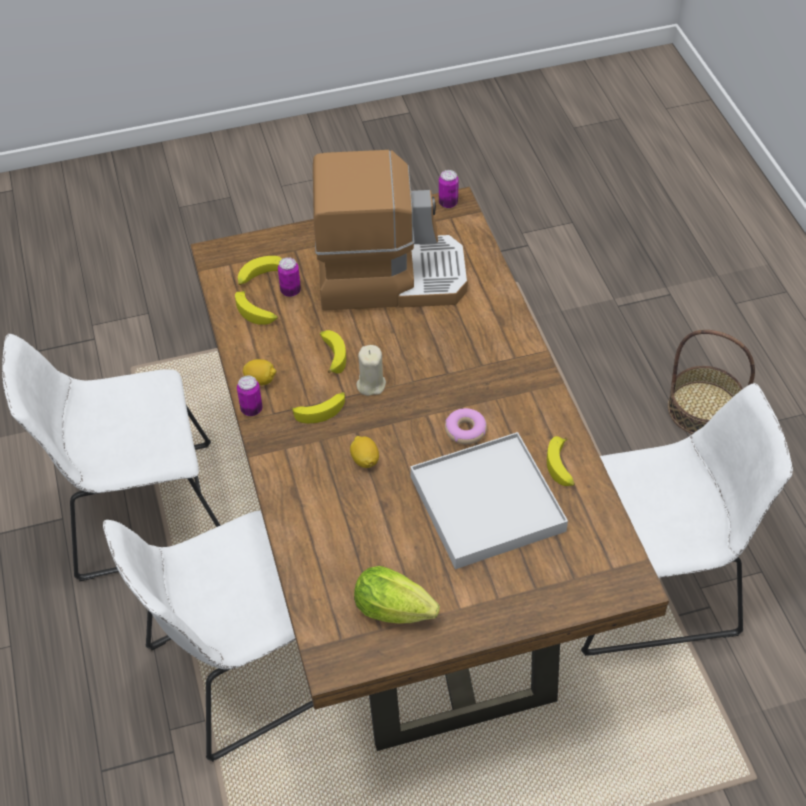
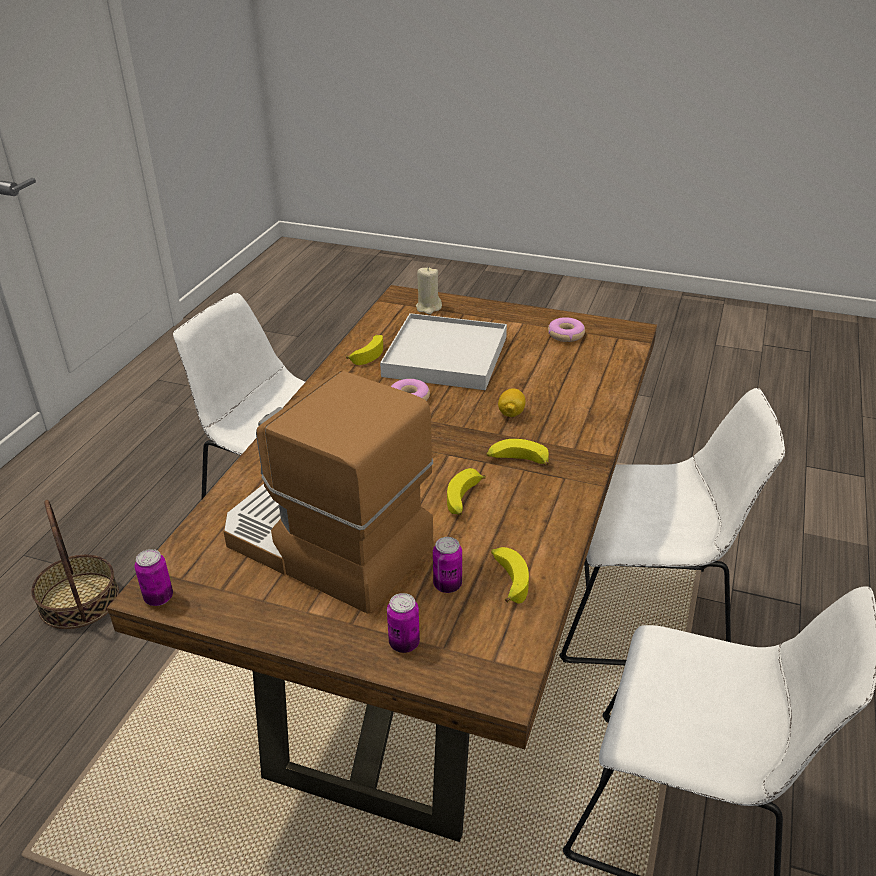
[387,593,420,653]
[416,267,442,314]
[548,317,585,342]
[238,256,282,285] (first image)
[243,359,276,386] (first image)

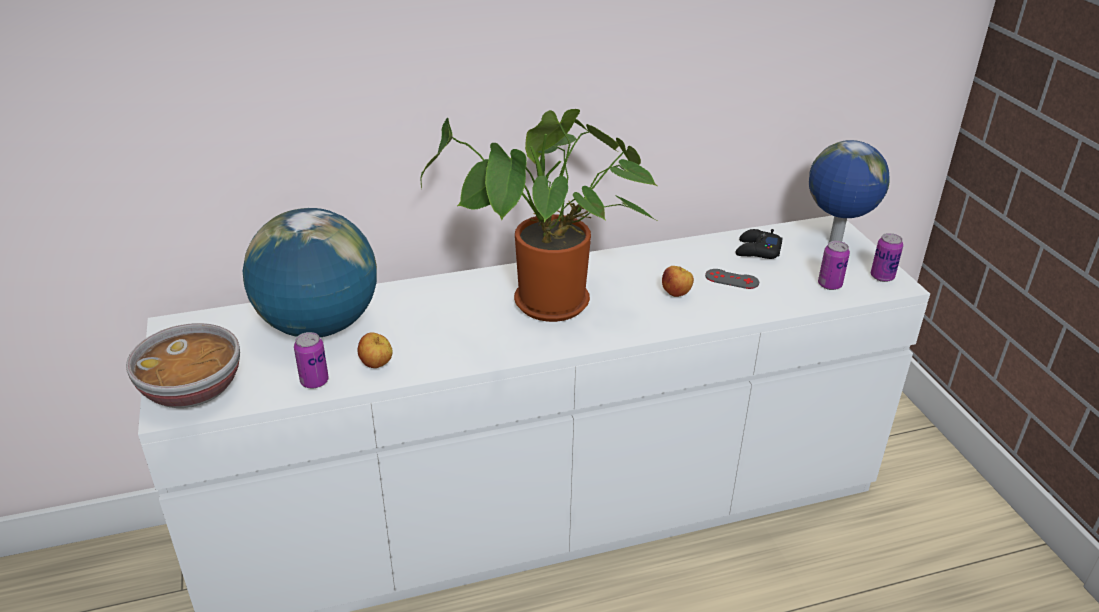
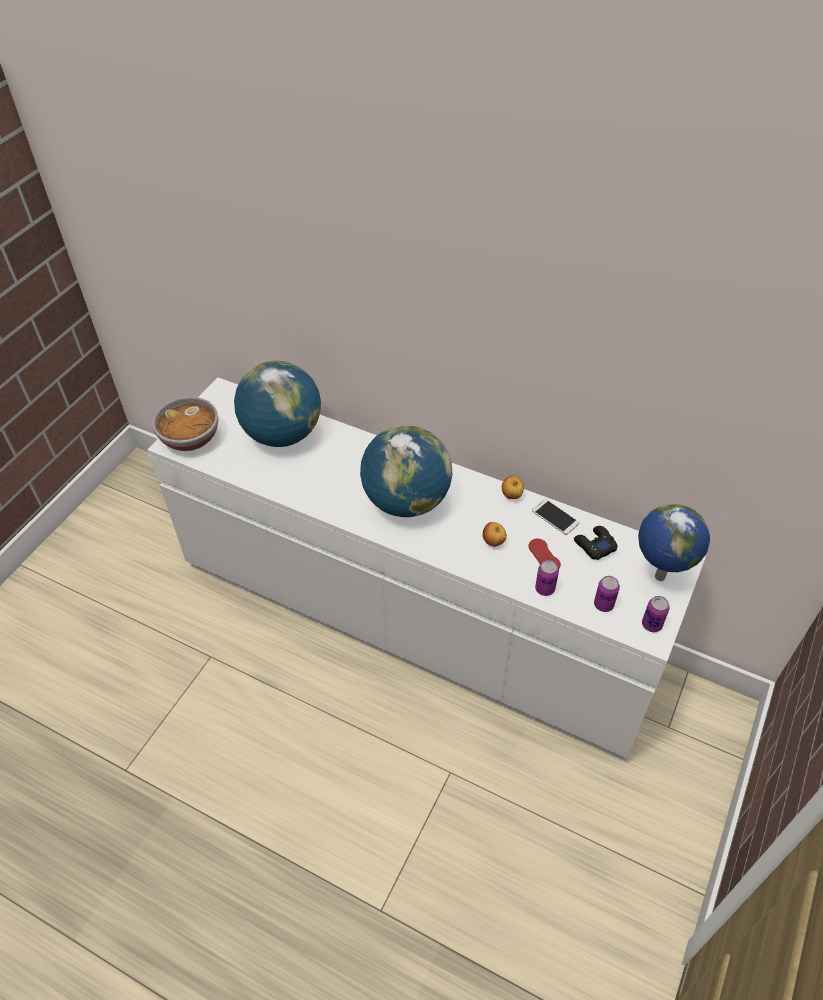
[360,425,452,517]
[502,475,524,499]
[528,538,561,569]
[532,499,579,535]
[535,560,559,596]

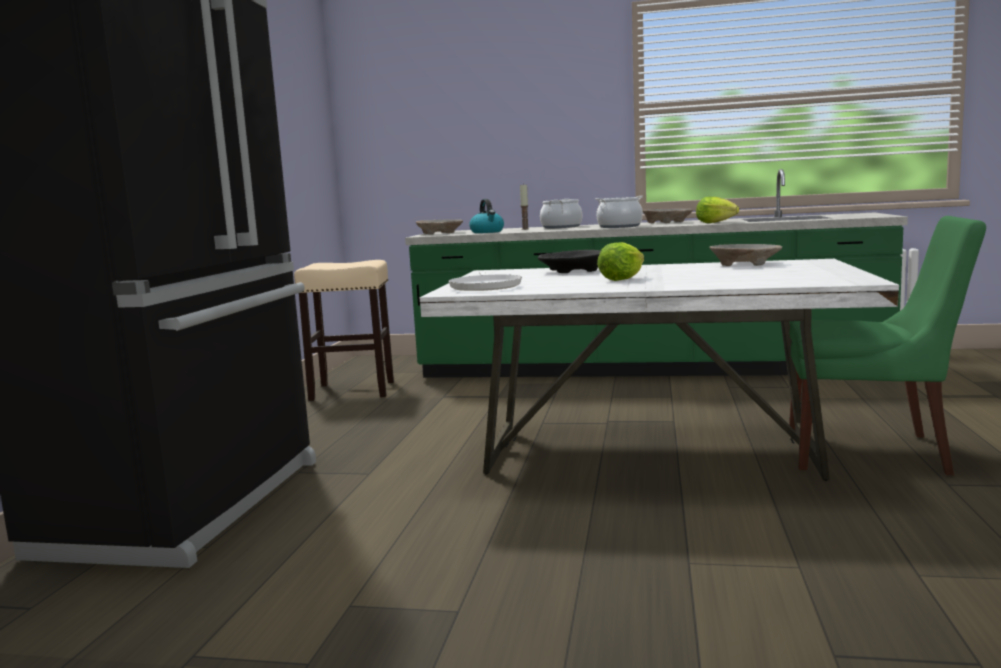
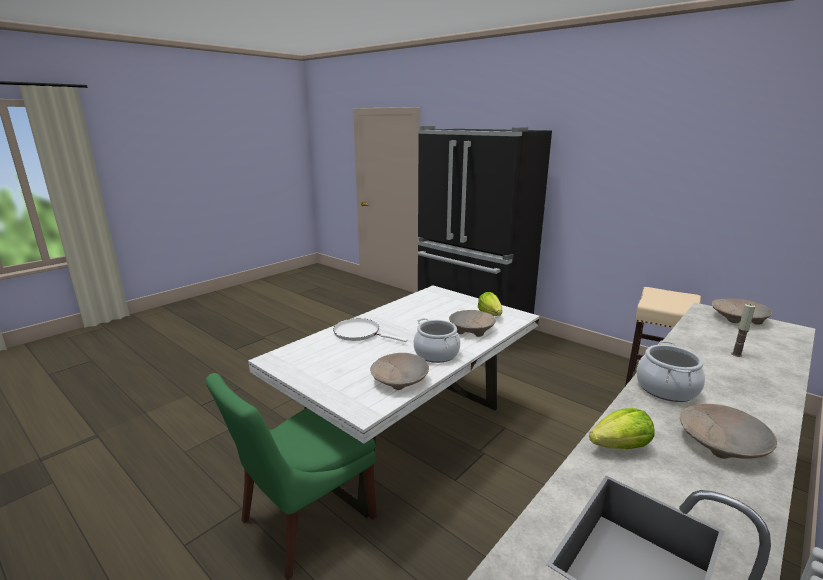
[333,318,408,342]
[414,318,460,363]
[449,310,496,337]
[478,292,502,316]
[469,199,504,233] (first image)

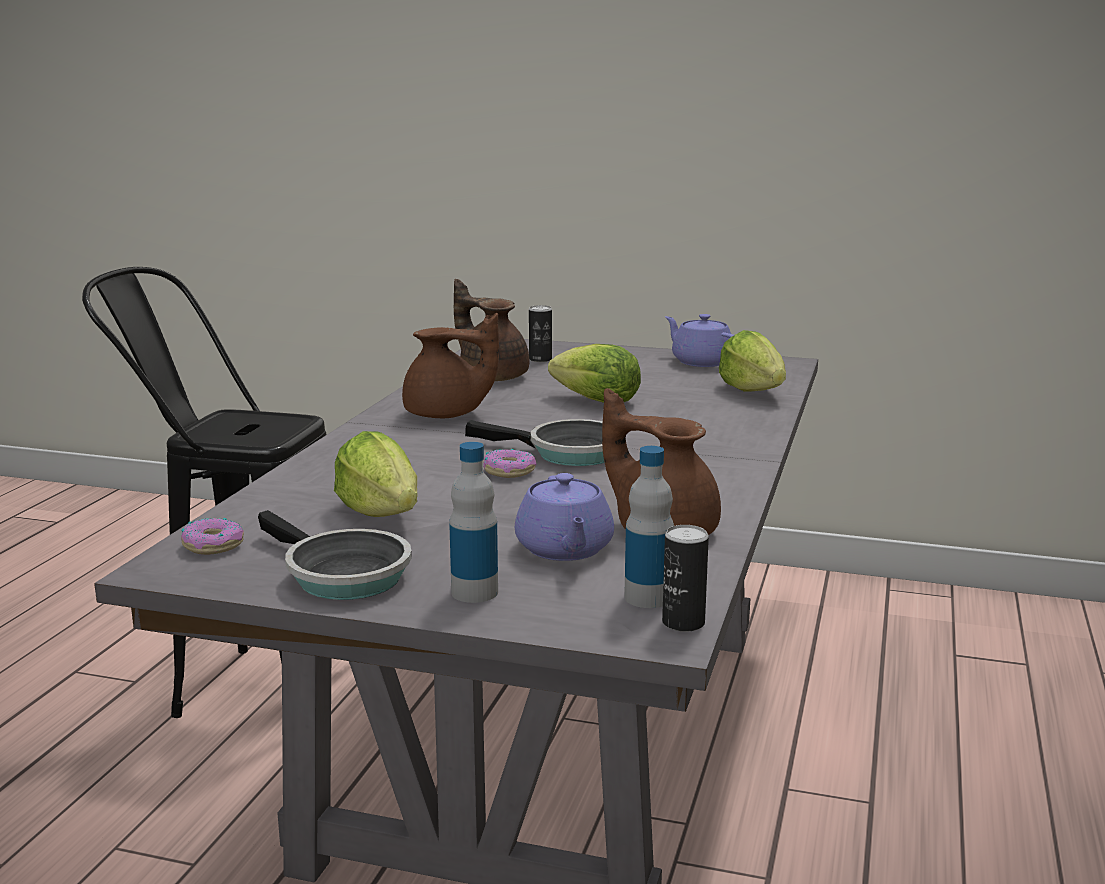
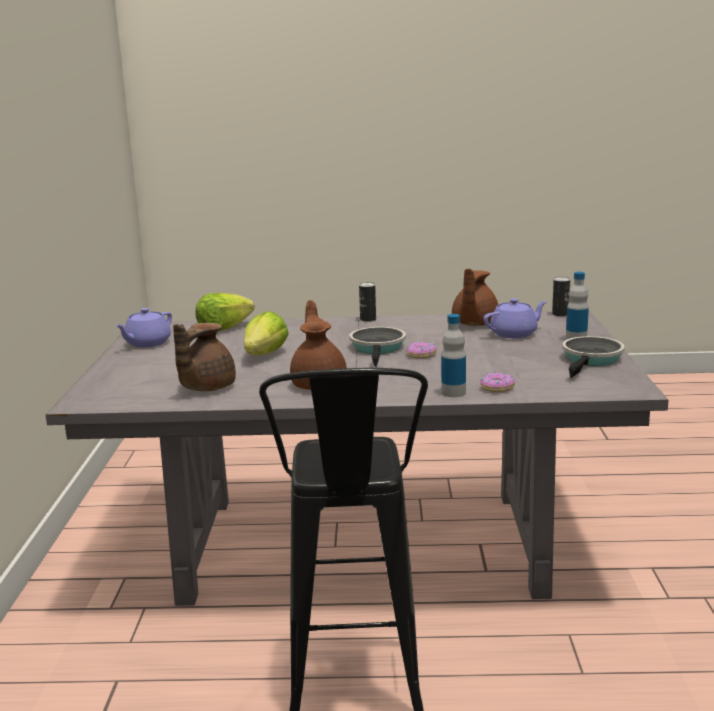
[359,282,376,322]
[441,314,466,397]
[480,373,515,393]
[334,431,418,517] (first image)

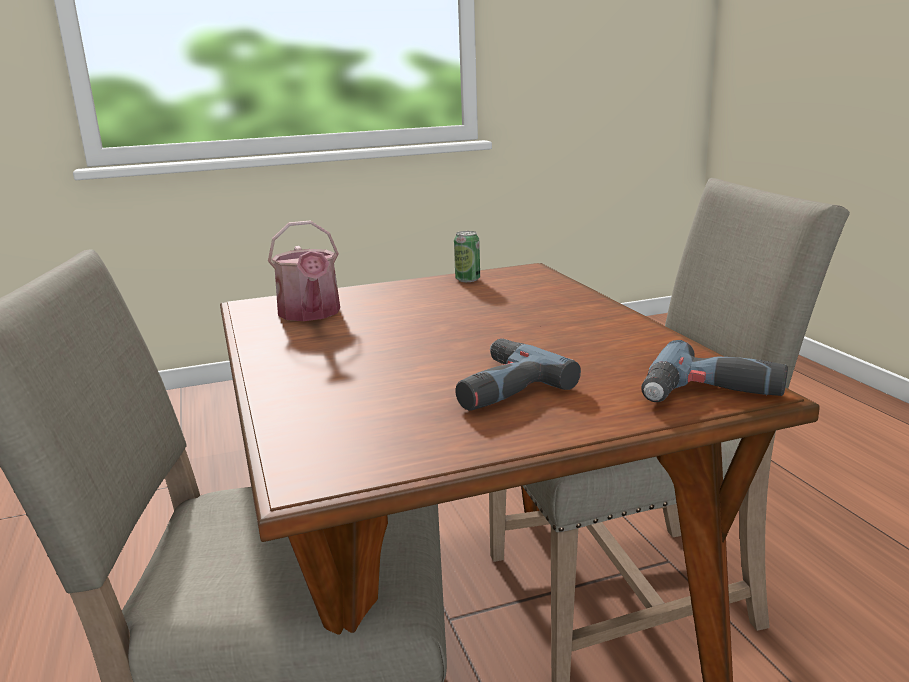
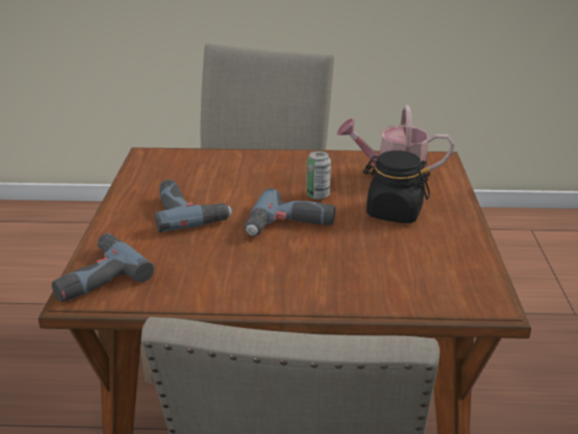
[245,188,335,236]
[306,151,331,200]
[363,150,430,223]

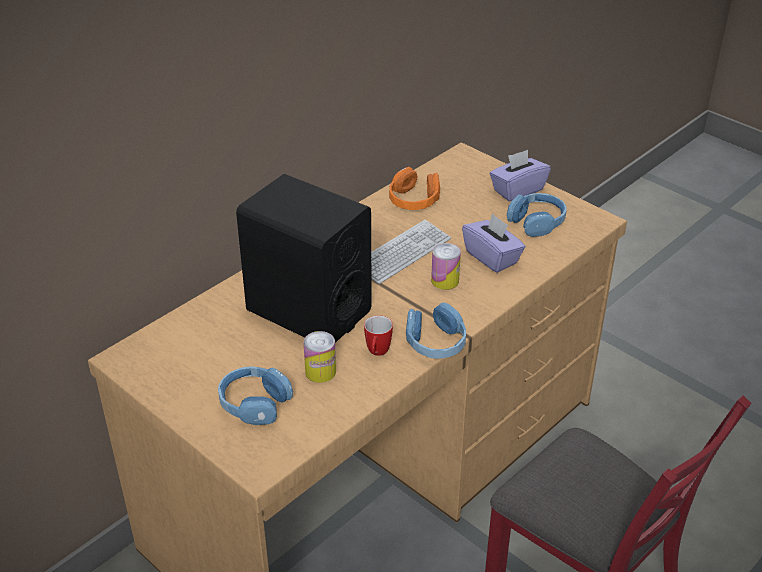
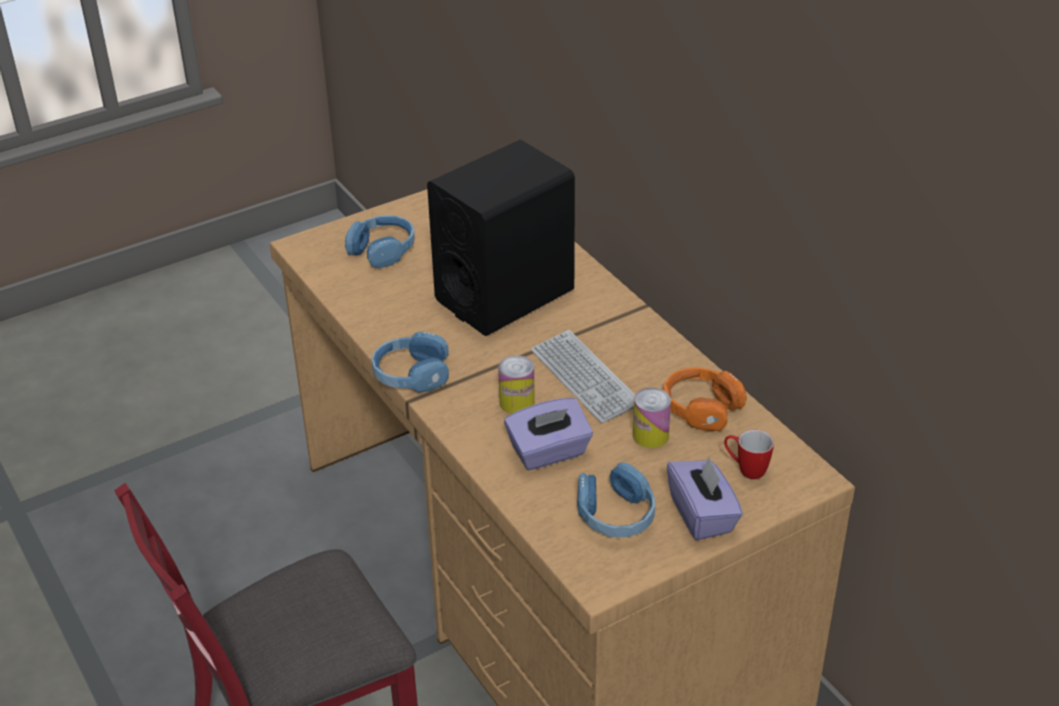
[633,388,671,448]
[724,430,774,479]

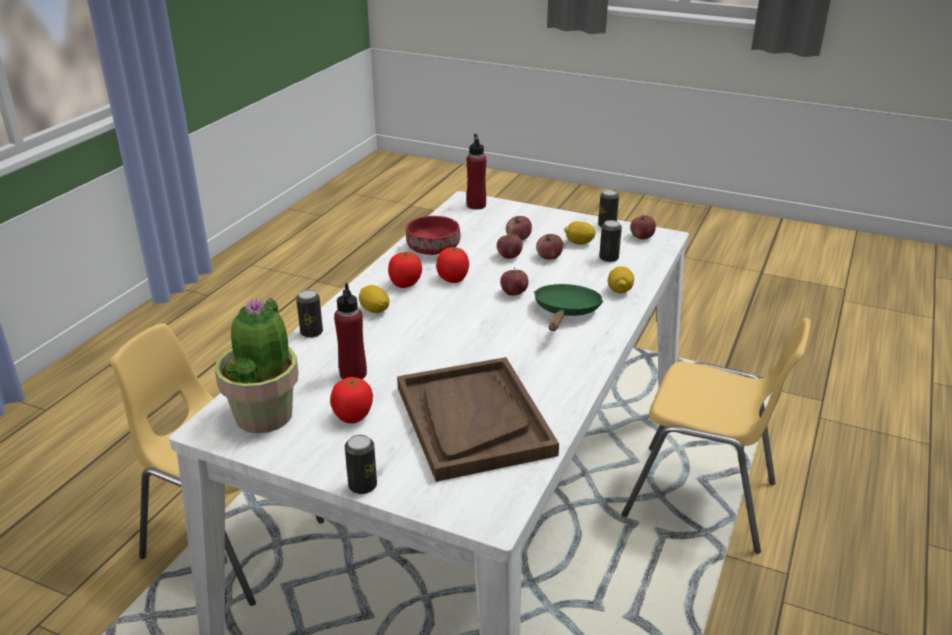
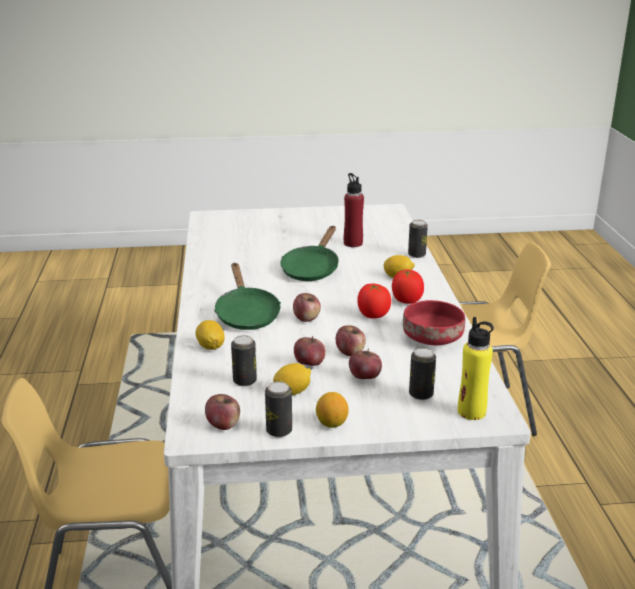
[280,226,339,281]
[316,392,349,428]
[409,348,436,400]
[458,317,494,420]
[215,298,298,433] (first image)
[330,377,373,424] (first image)
[397,357,559,482] (first image)

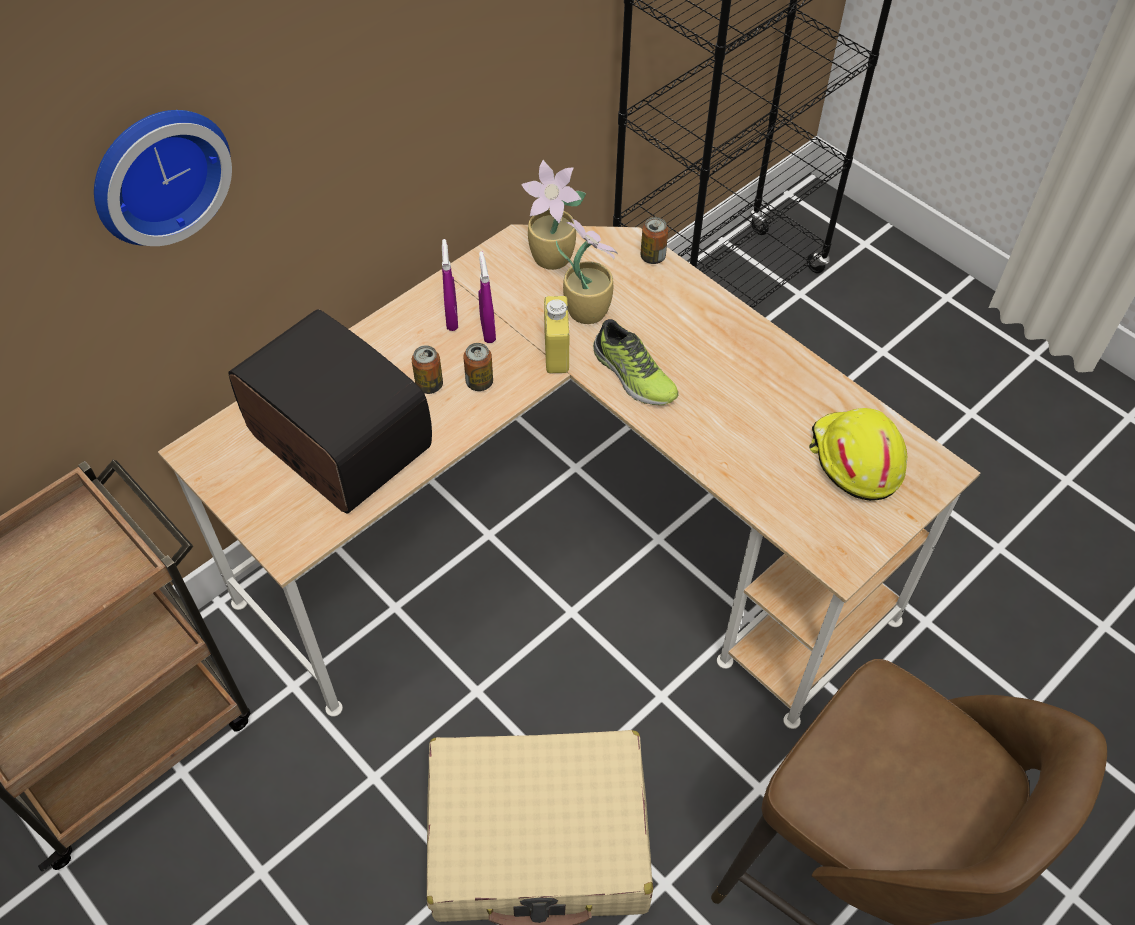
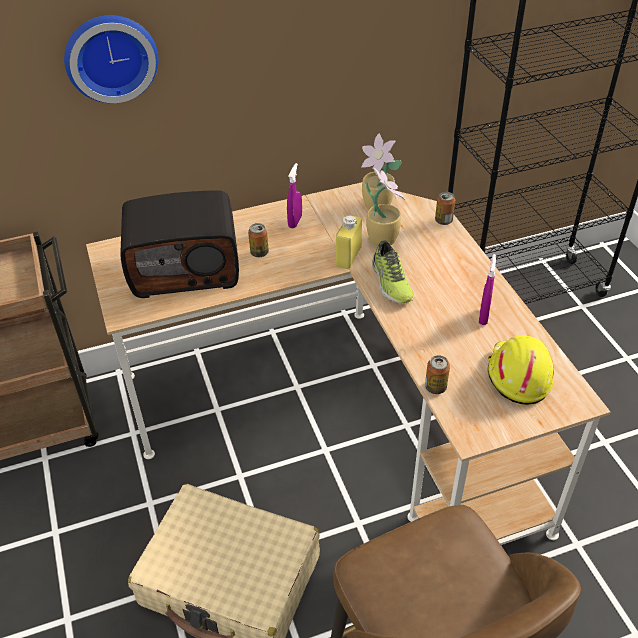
[120,190,239,298]
[425,355,450,394]
[479,254,496,325]

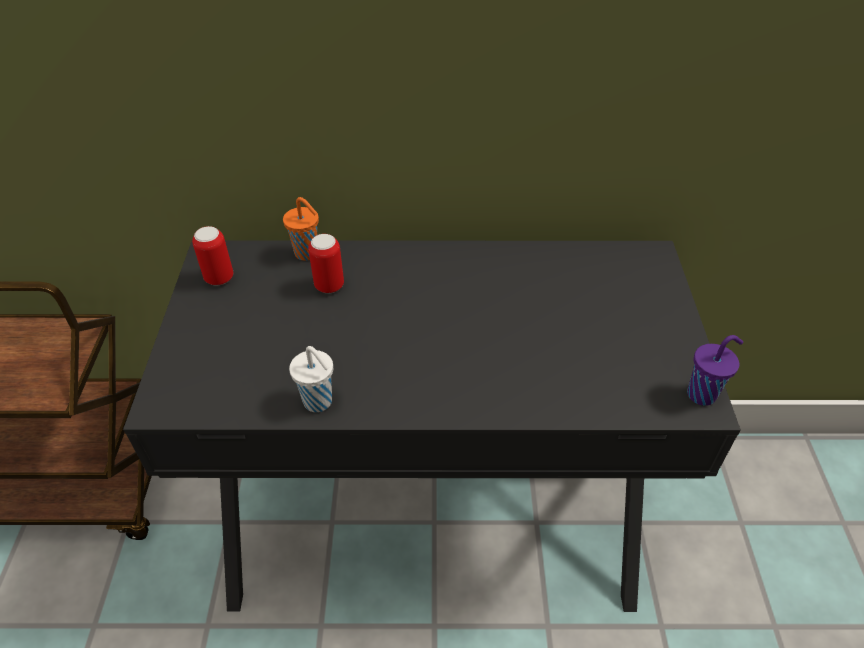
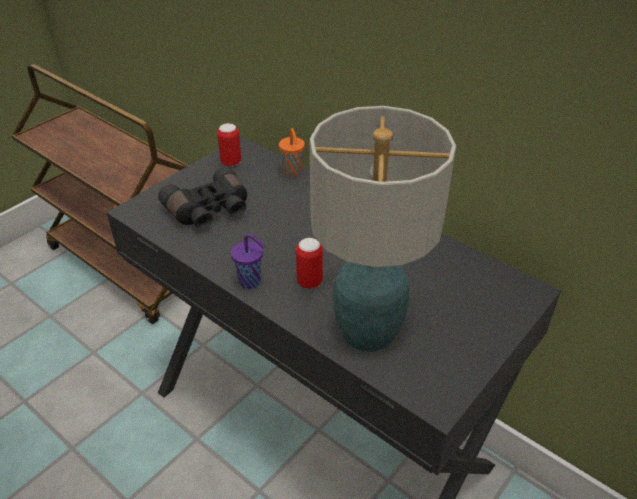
[158,166,247,229]
[231,234,265,289]
[296,238,323,289]
[310,106,456,352]
[289,346,333,412] (first image)

